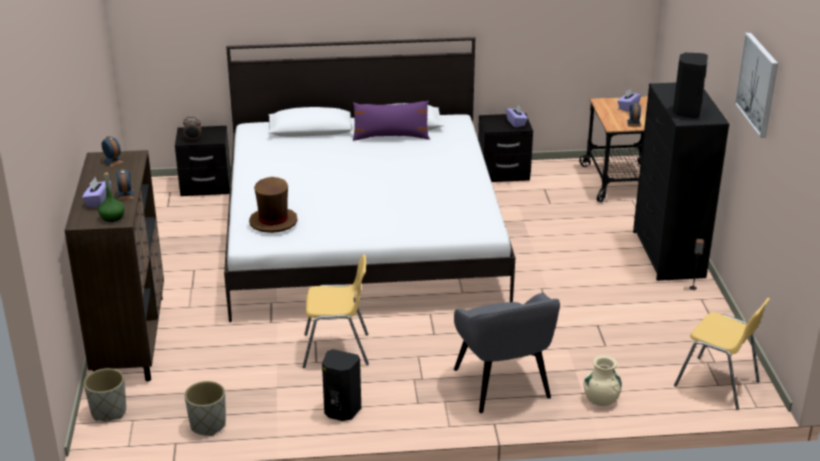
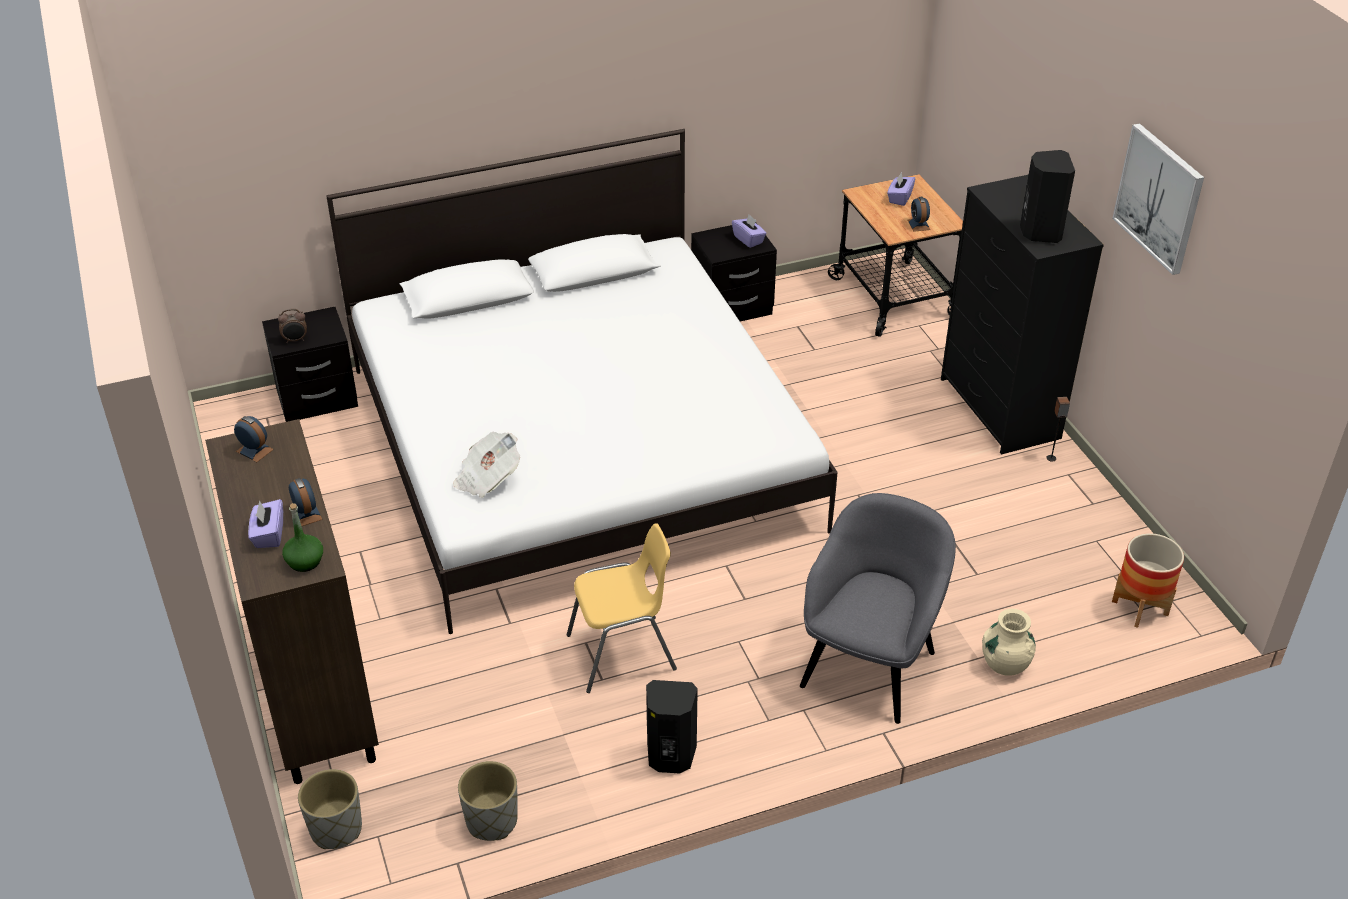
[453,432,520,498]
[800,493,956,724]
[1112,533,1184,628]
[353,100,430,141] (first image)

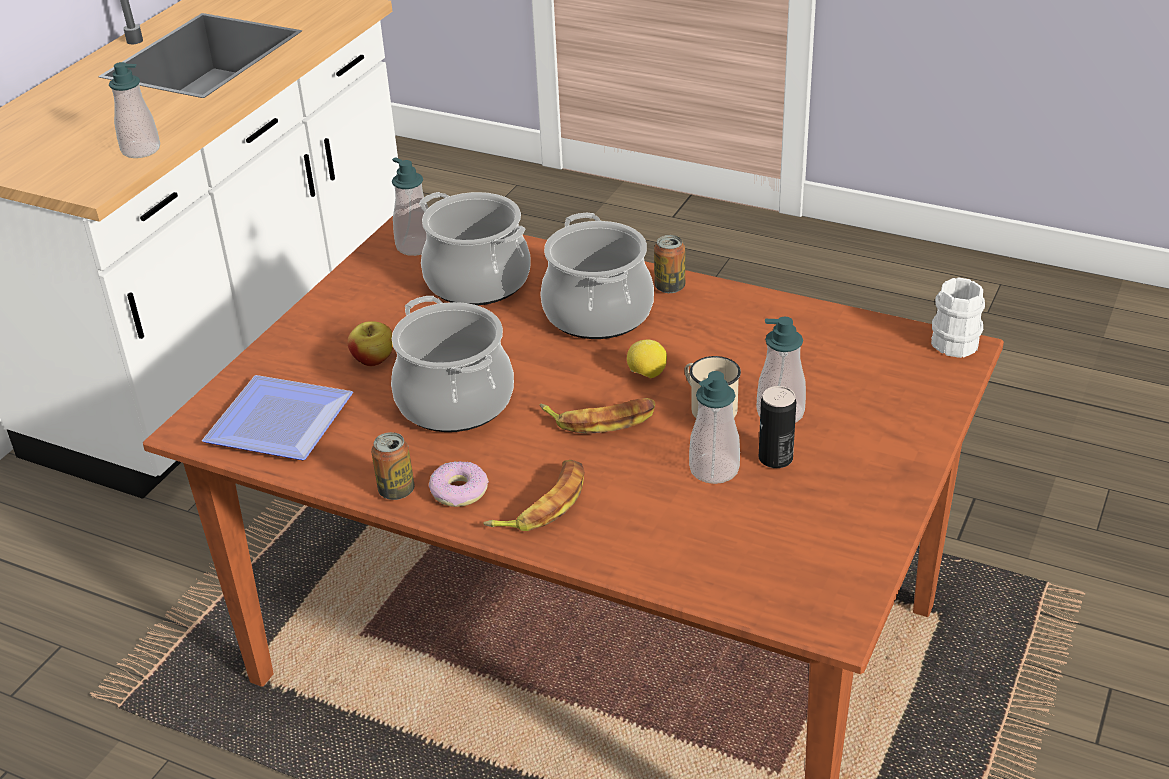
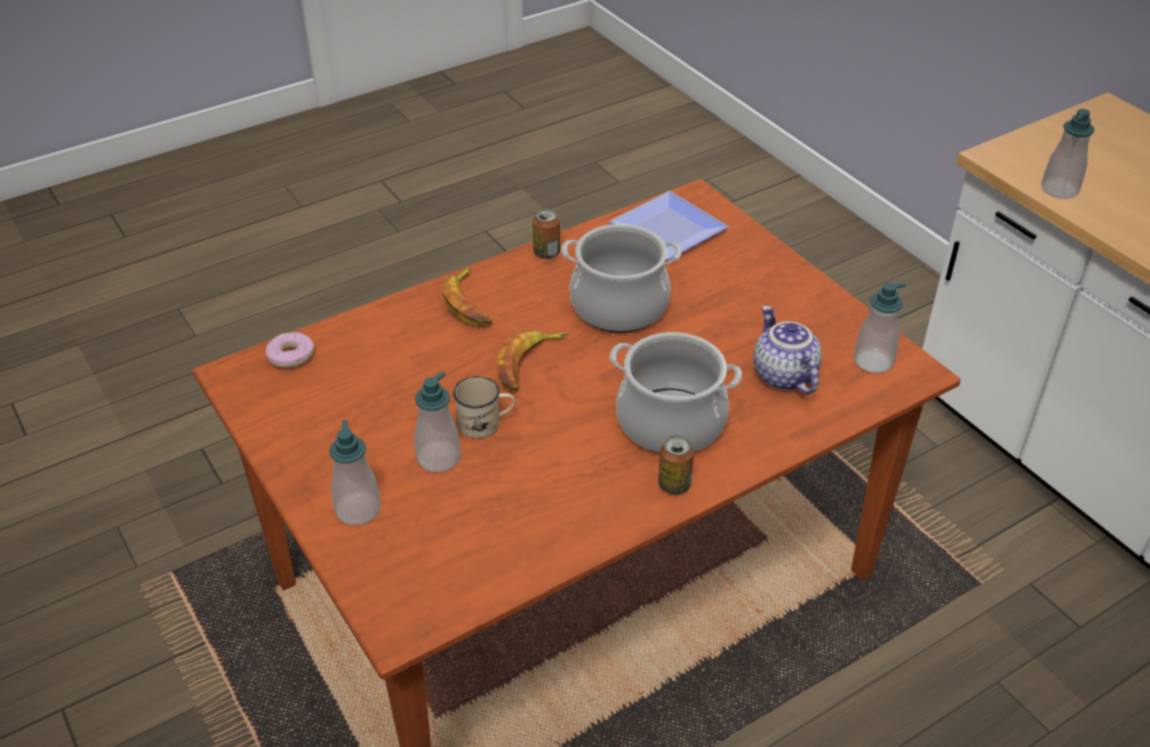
[265,332,315,368]
[329,420,381,525]
[753,305,822,394]
[347,321,393,366] (first image)
[627,340,667,379] (first image)
[759,386,796,468] (first image)
[931,277,985,358] (first image)

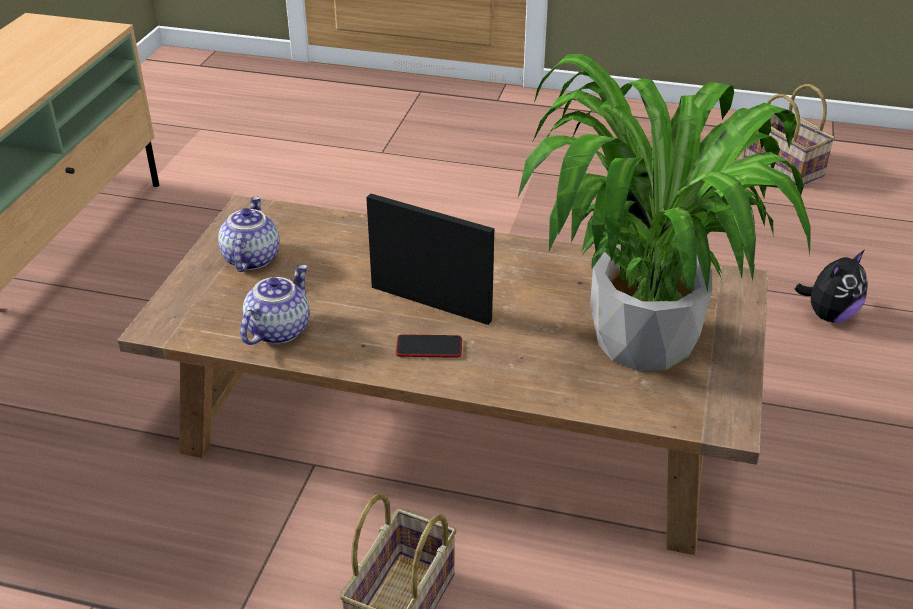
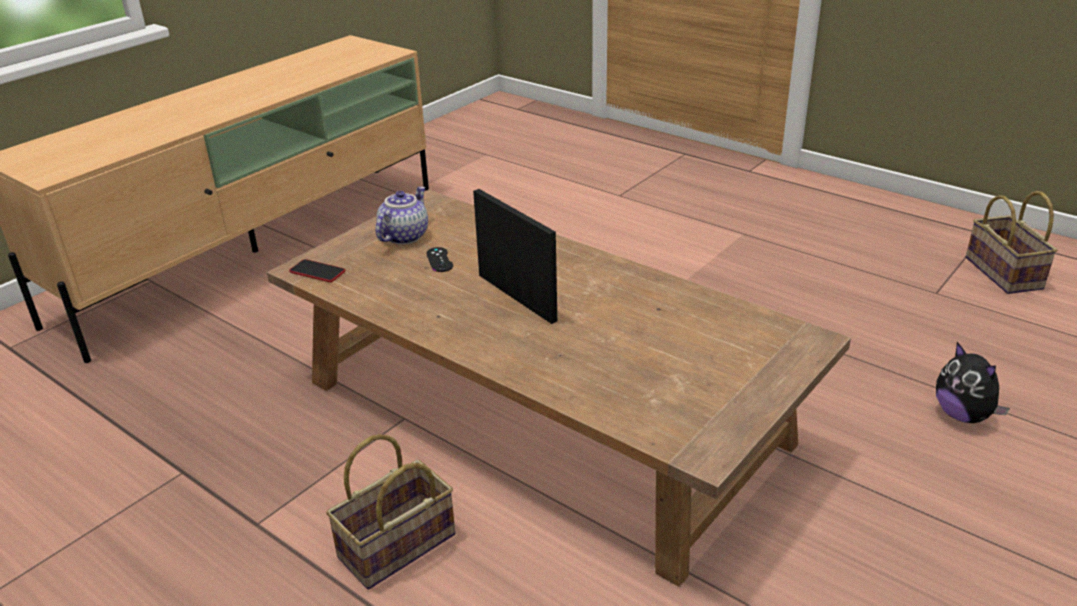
[289,259,345,282]
[426,247,453,272]
[936,342,1010,423]
[240,264,310,345] (first image)
[517,54,811,371] (first image)

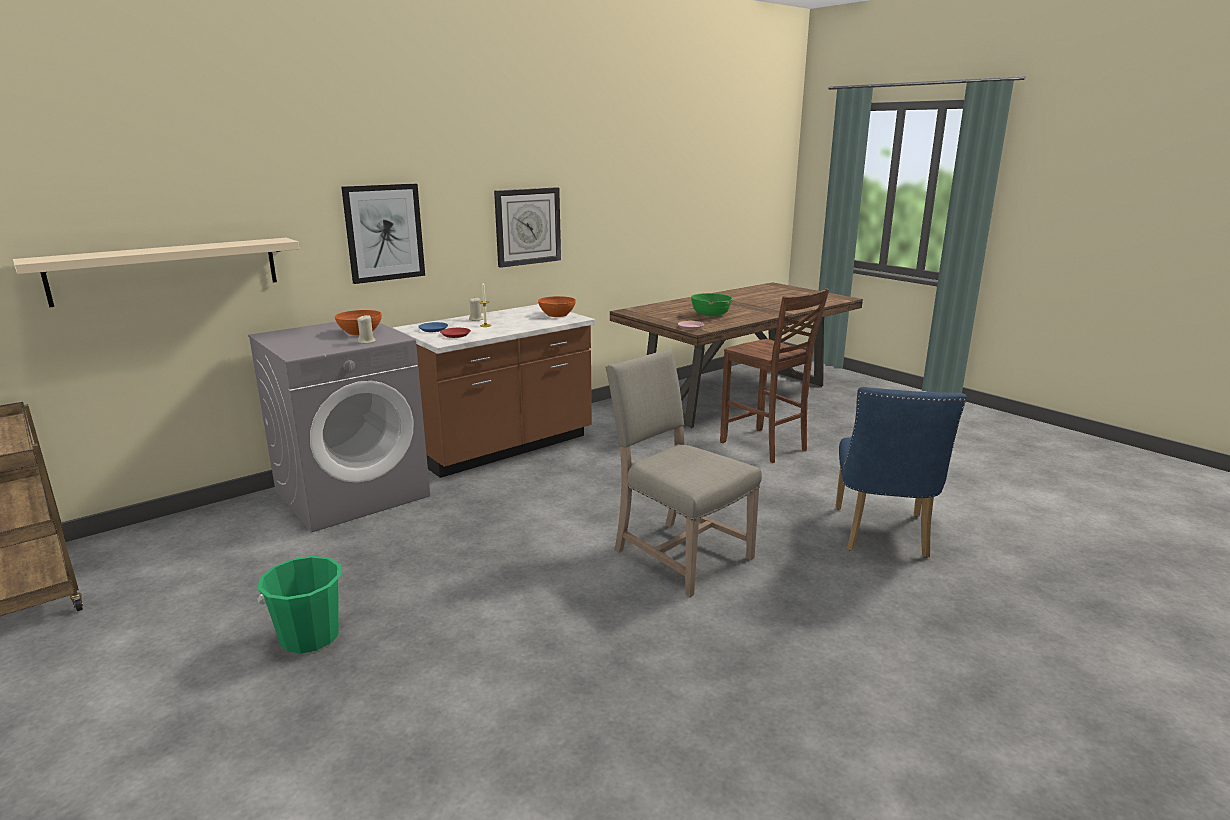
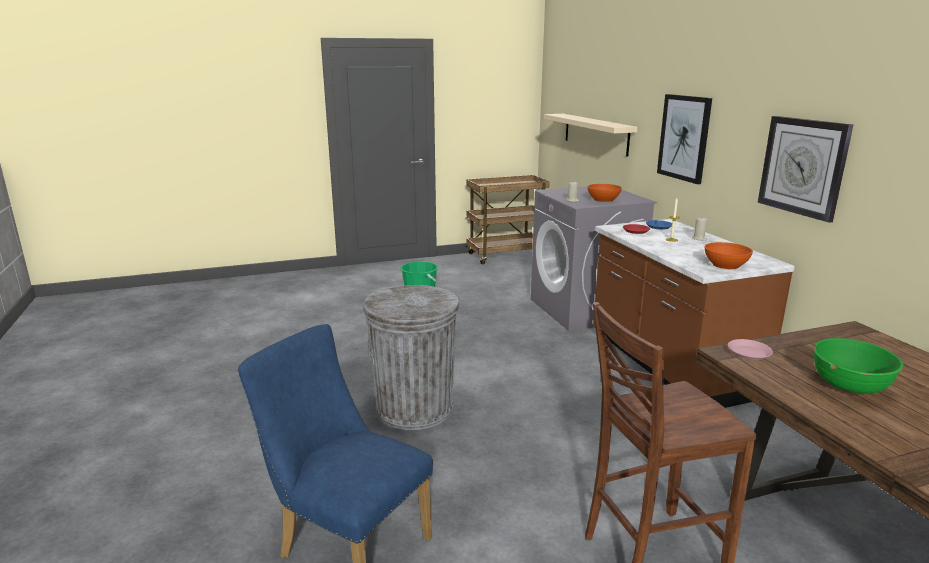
[363,285,459,430]

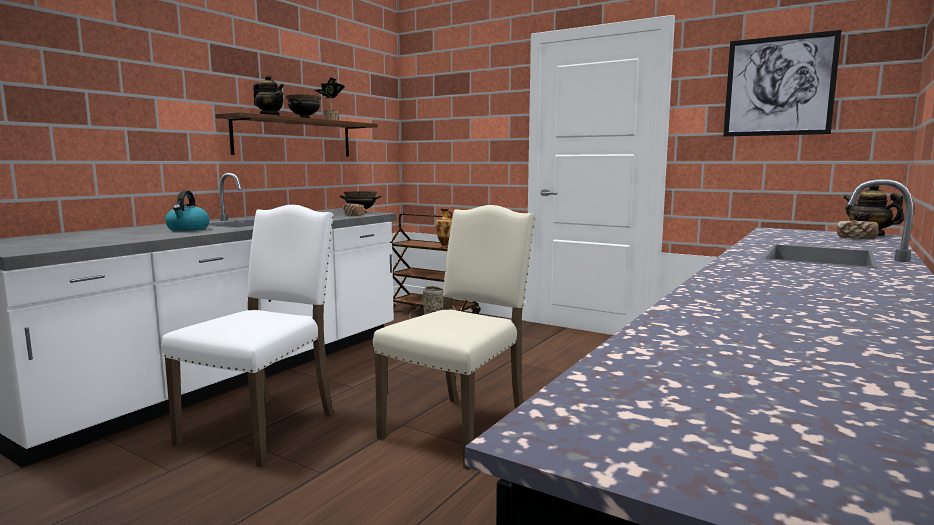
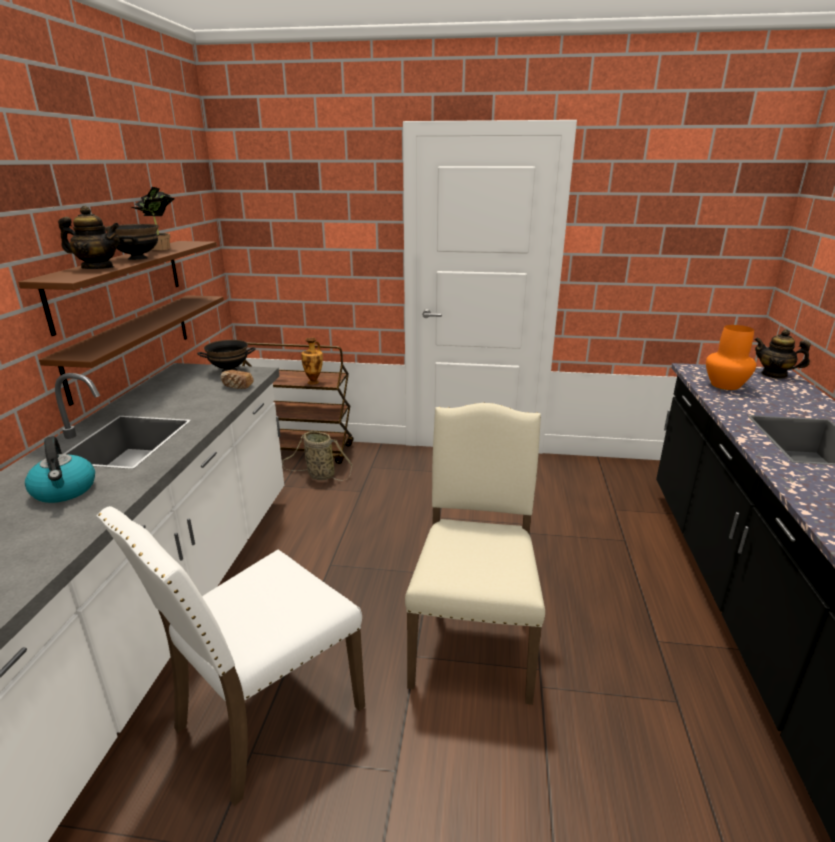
[39,295,224,406]
[97,506,365,806]
[706,325,756,390]
[723,30,842,136] (first image)
[837,221,879,239] (first image)

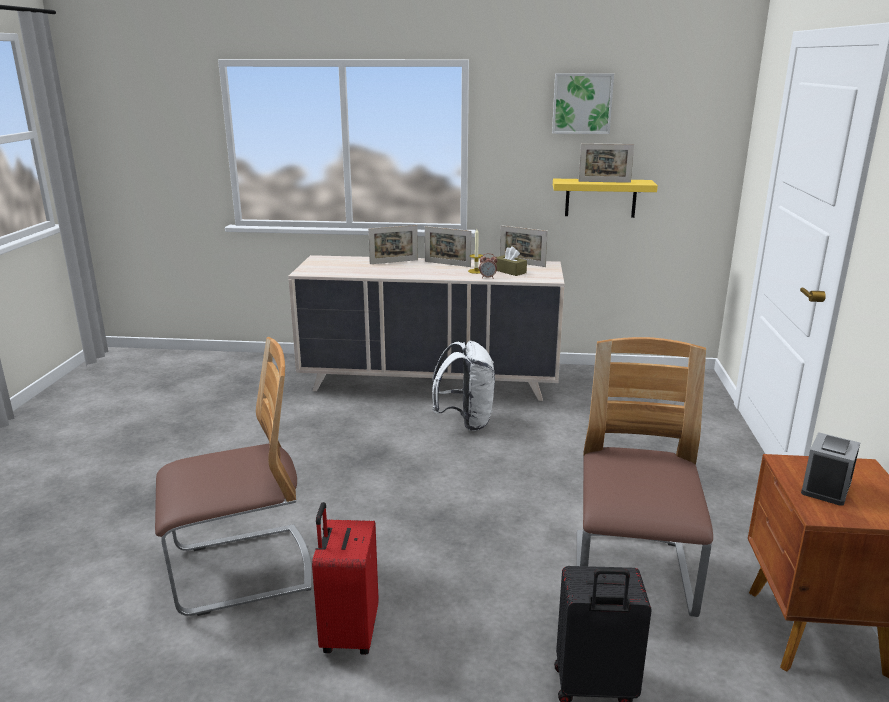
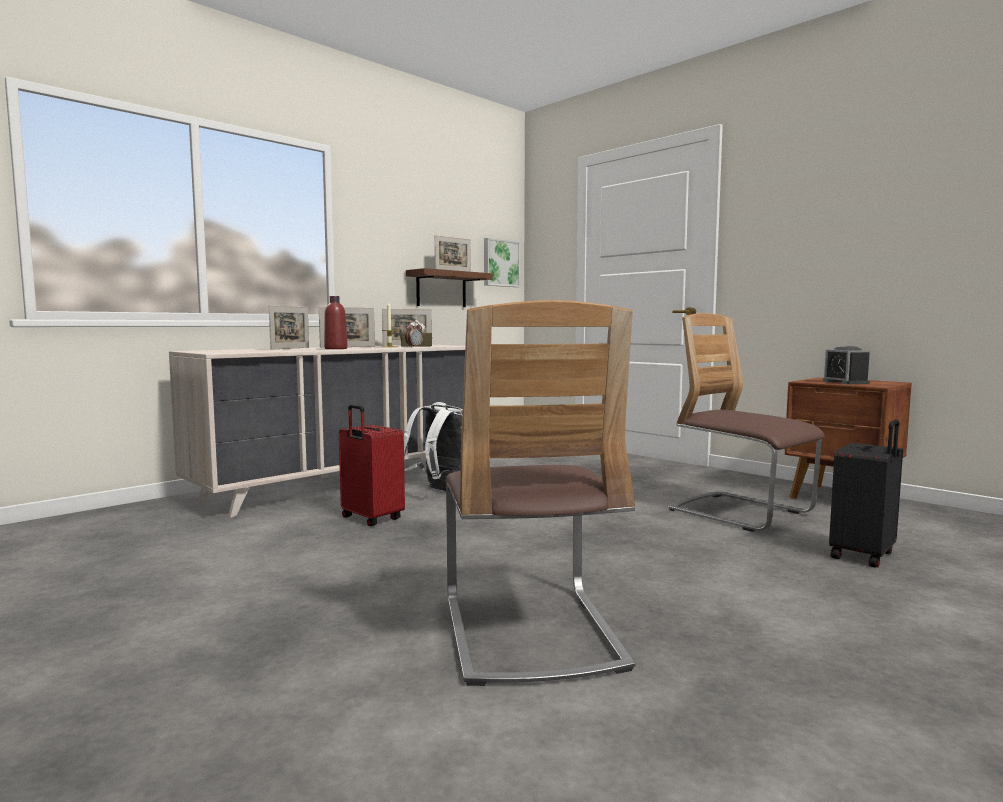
[324,296,348,349]
[339,404,405,526]
[406,268,493,307]
[446,300,635,686]
[484,238,520,287]

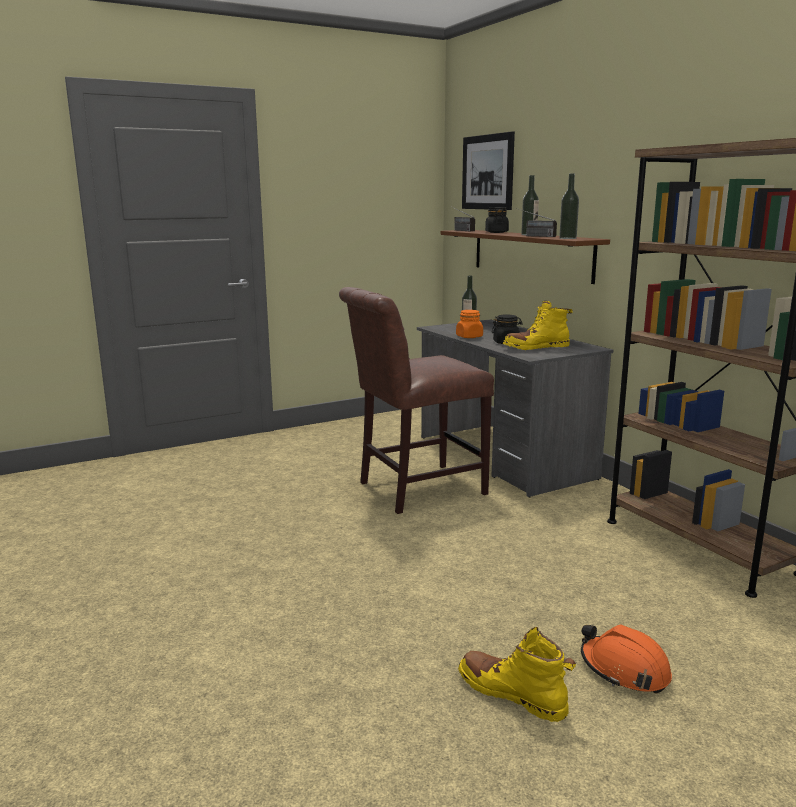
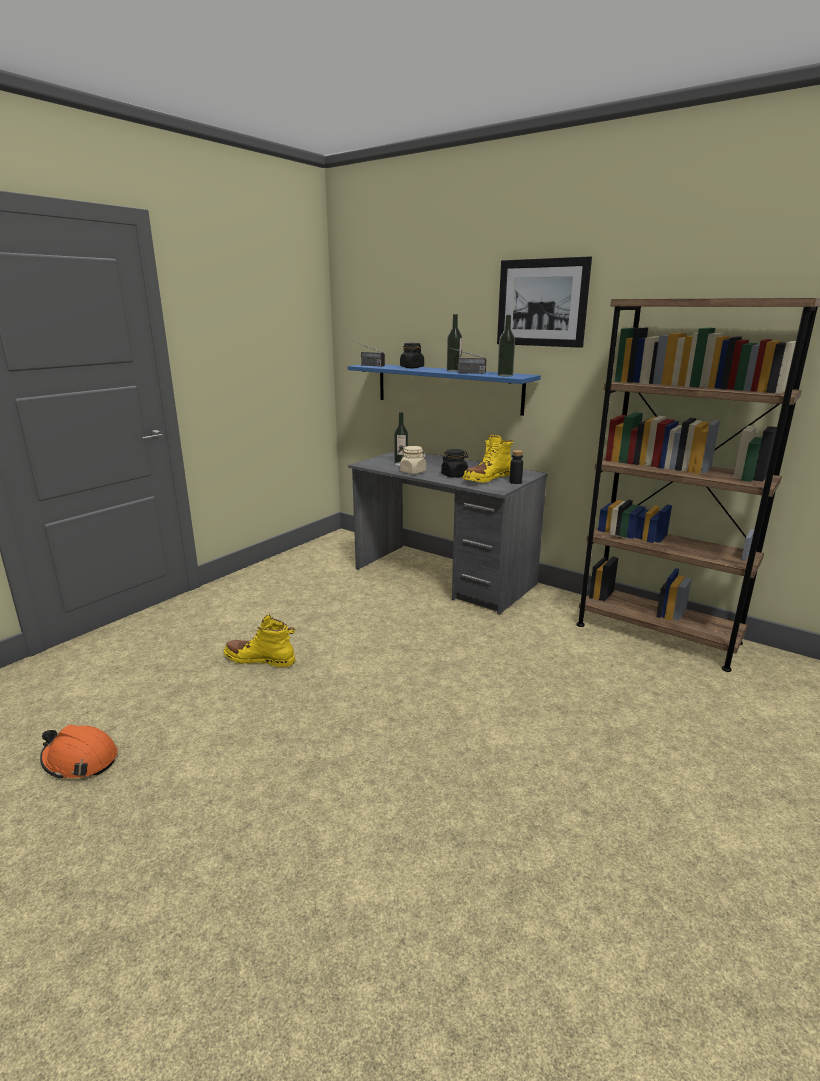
[40,725,118,780]
[224,615,295,667]
[348,364,541,416]
[400,446,426,474]
[497,256,592,348]
[509,450,523,484]
[339,287,494,514] (first image)

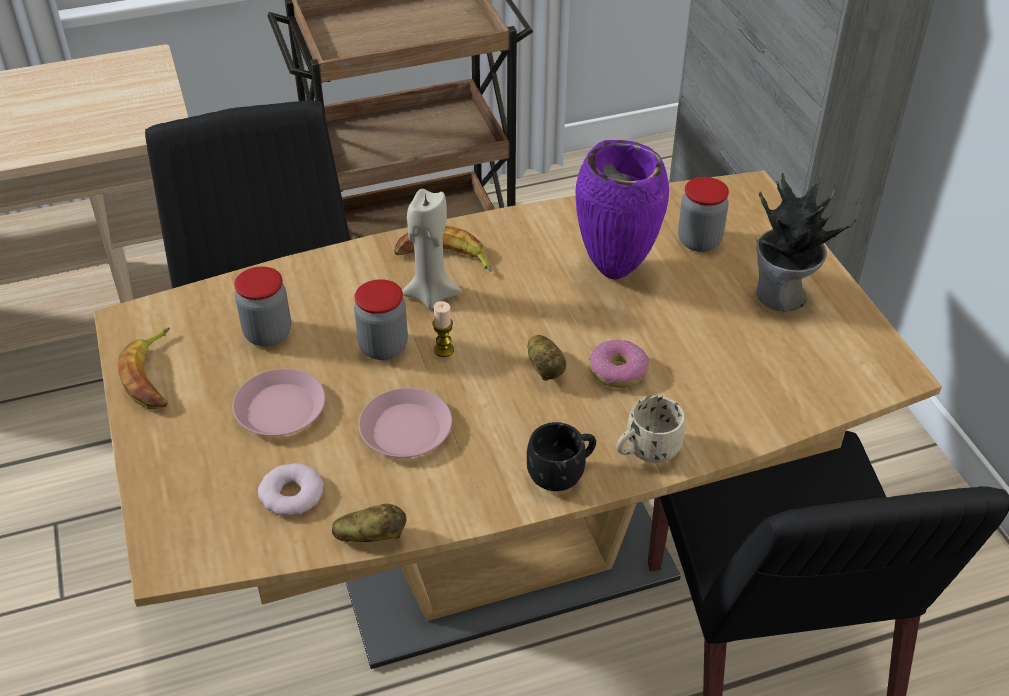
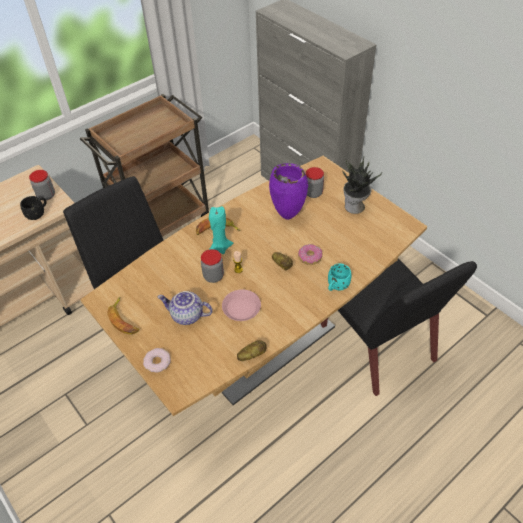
[20,196,47,220]
[29,170,55,200]
[143,348,171,373]
[158,291,212,325]
[209,206,233,254]
[328,264,351,291]

